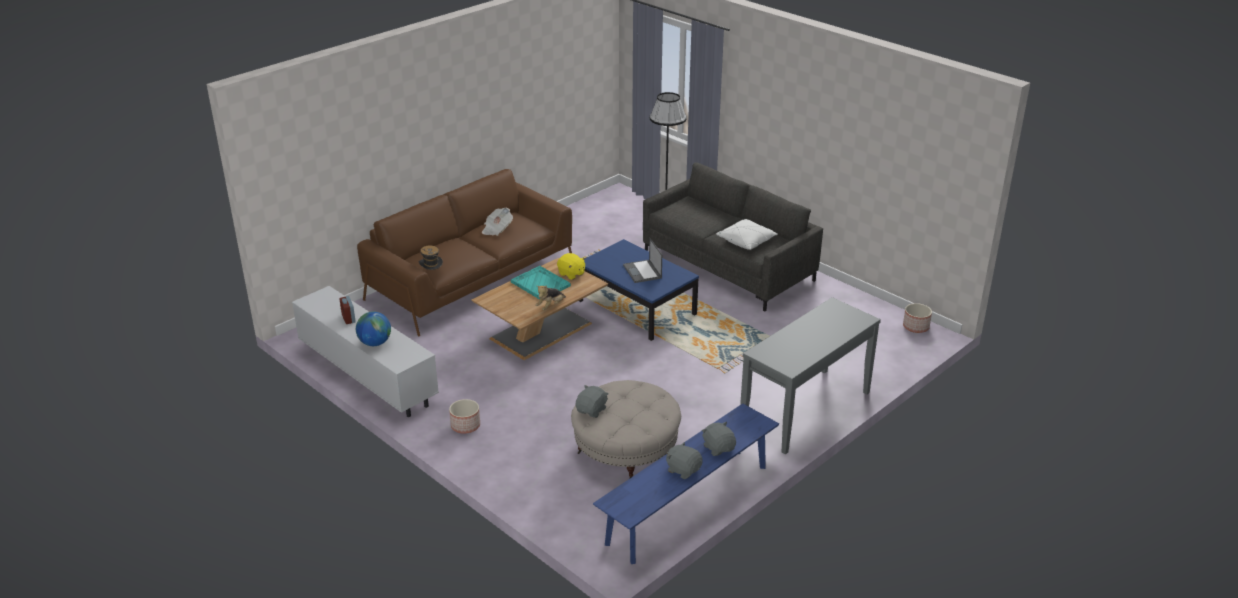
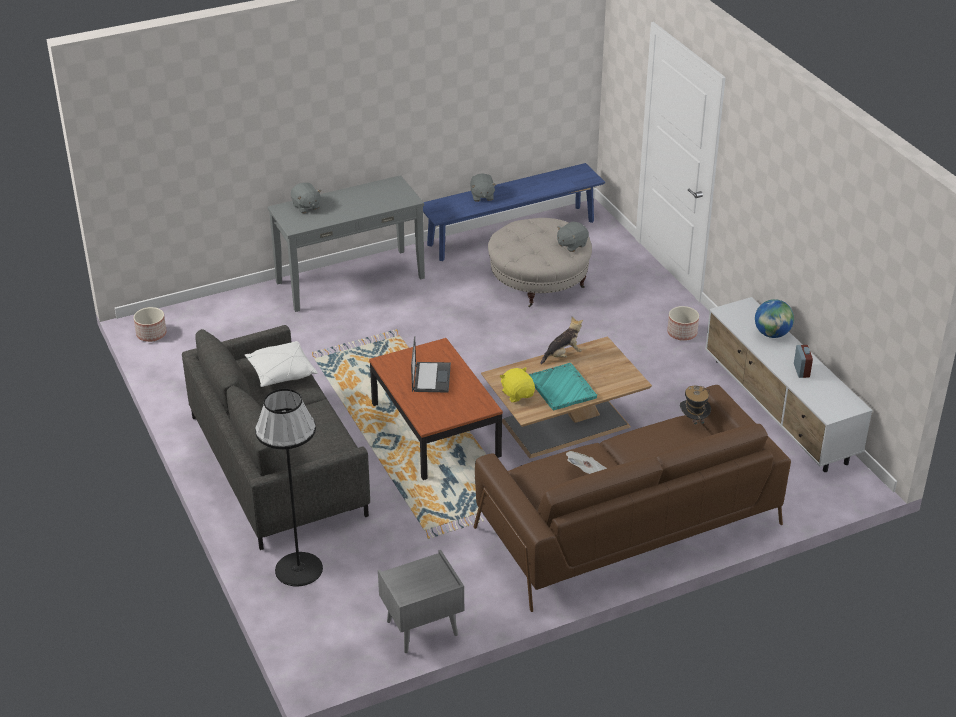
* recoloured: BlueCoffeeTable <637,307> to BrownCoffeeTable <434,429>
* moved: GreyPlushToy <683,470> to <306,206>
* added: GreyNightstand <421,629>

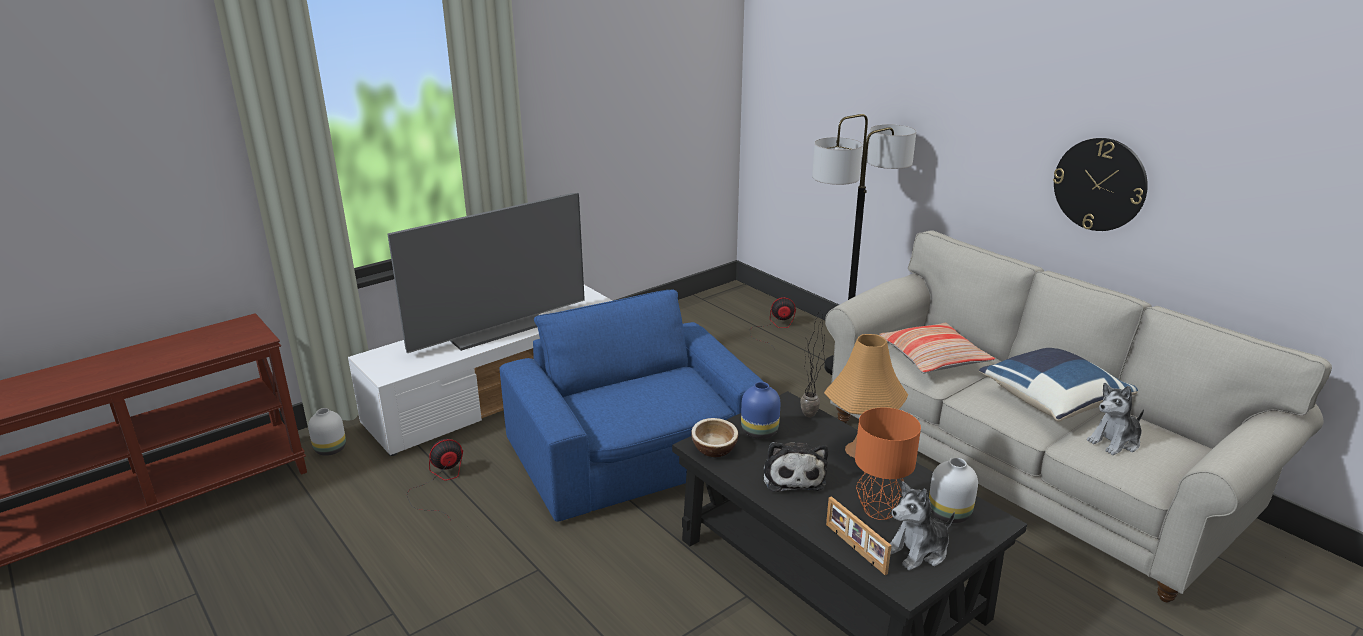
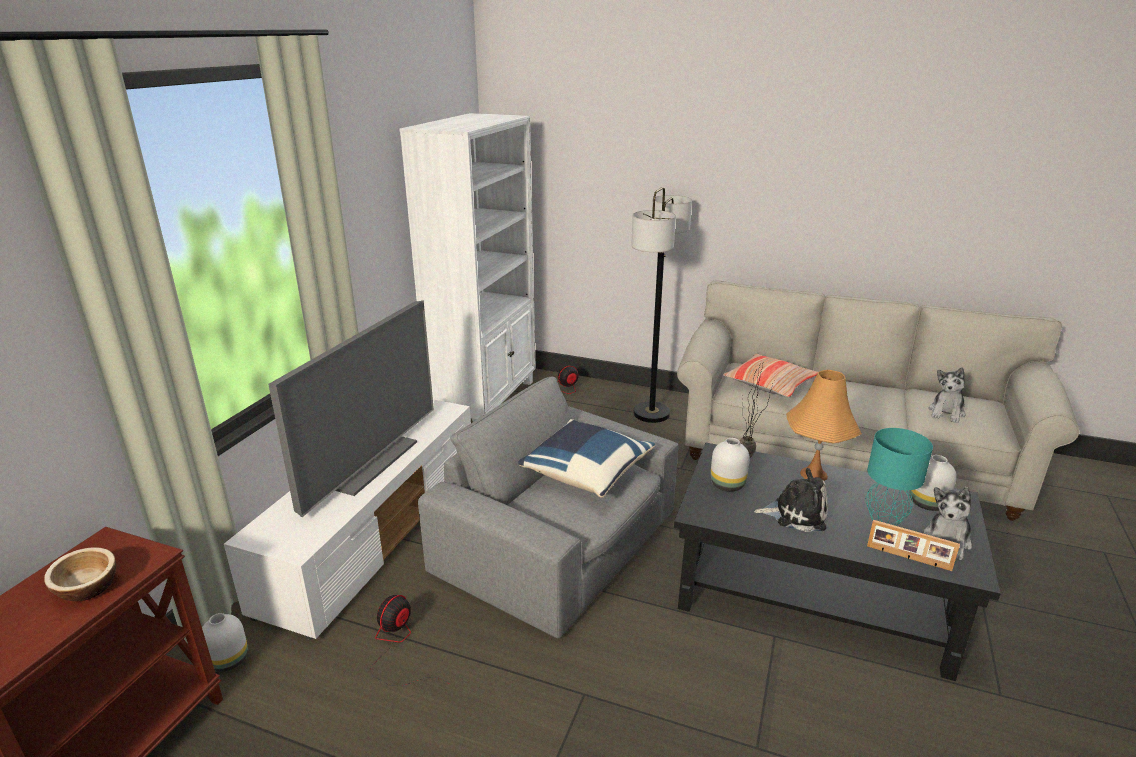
* removed: WallClock <1099,184>
* recoloured: BlueArmchair <635,452> to GreyArmchair <559,543>
* moved: BluePillow <1052,400> to <586,473>
* recoloured: BlueVase <759,431> to WhiteVase <726,484>
* recoloured: OrangeTableLamp <879,509> to TurquoiseTableLamp <884,518>
* moved: Bowl <714,449> to <87,588>
* turned: PlushToy <793,475> = <795,513> 45 degrees counterclockwise
* added: WhiteBookcase <486,401>

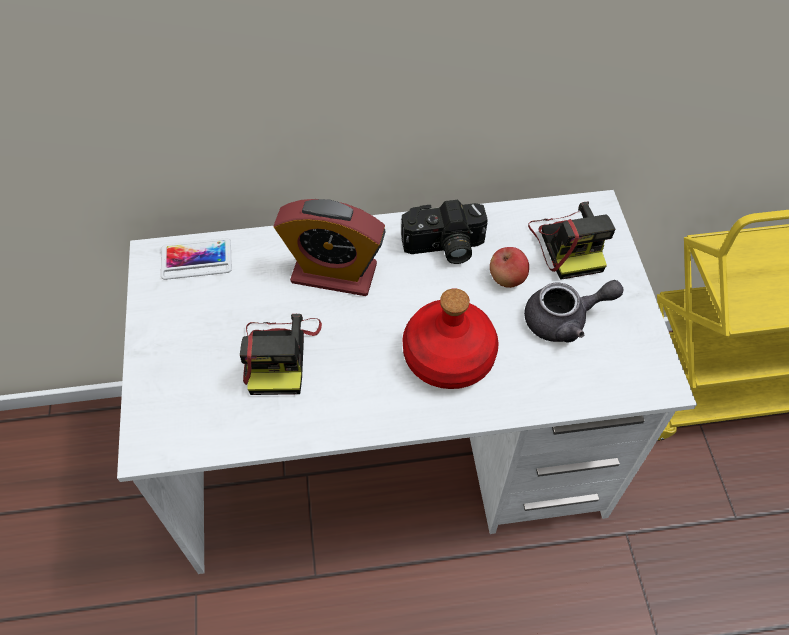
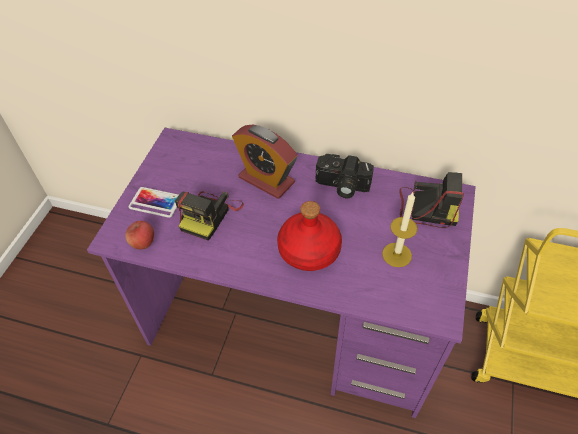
* recoloured: WhiteDesk <394,458> to PurpleDesk <292,324>
* turned: PhotoCamera <568,243> = <425,209> 90 degrees counterclockwise
* moved: Phone <196,259> to <155,202>
* moved: Apple <507,278> to <143,243>
* replaced: GreyTeapot <564,320> to Candle <396,255>

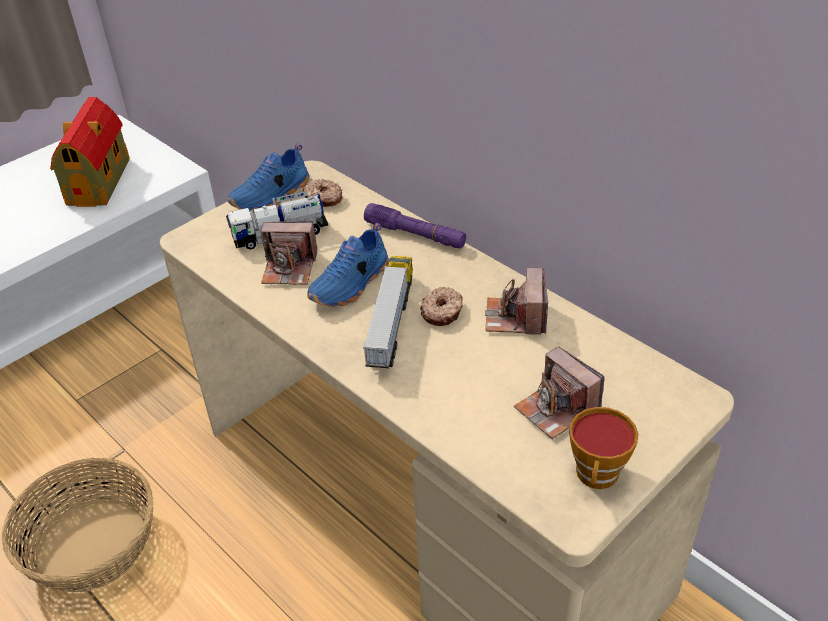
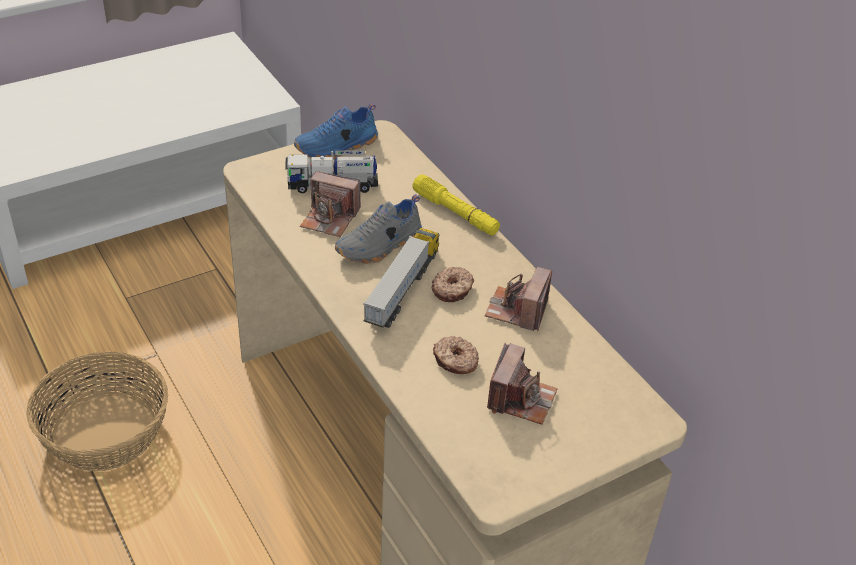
* removed: ToyHouse <100,180>
* moved: Donut <323,199> to <455,361>
* recoloured: PurpleFlashlight <415,235> to YellowFlashlight <455,213>
* recoloured: BlueShoe <351,285> to GreyShoe <380,246>
* turned: PhotoCamera <556,409> = <520,399> 135 degrees counterclockwise
* removed: Cup <597,477>

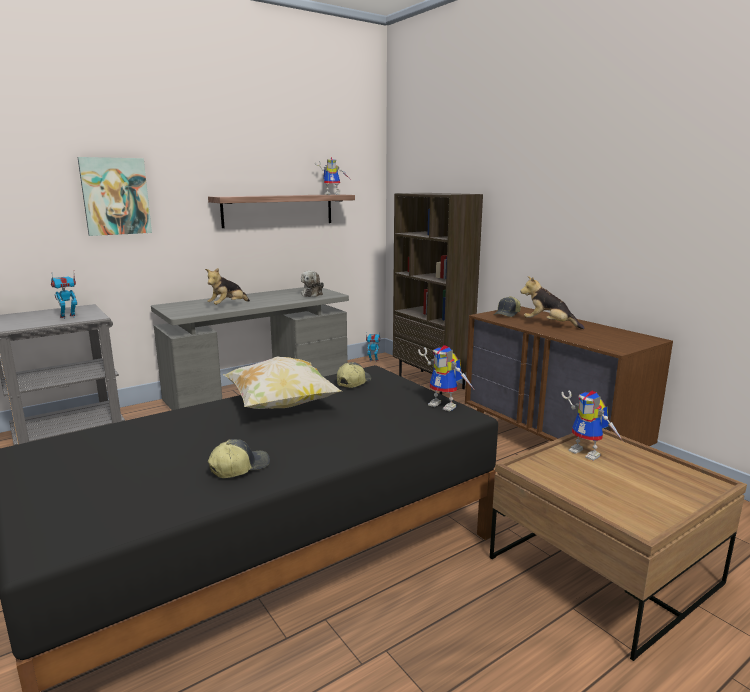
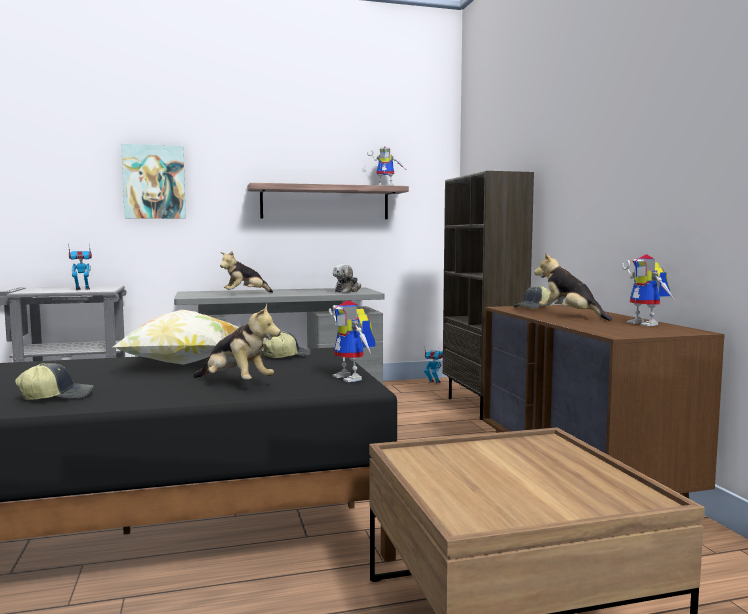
* moved: ToyRobot <588,453> to <648,324>
* added: PlushToy <235,384>

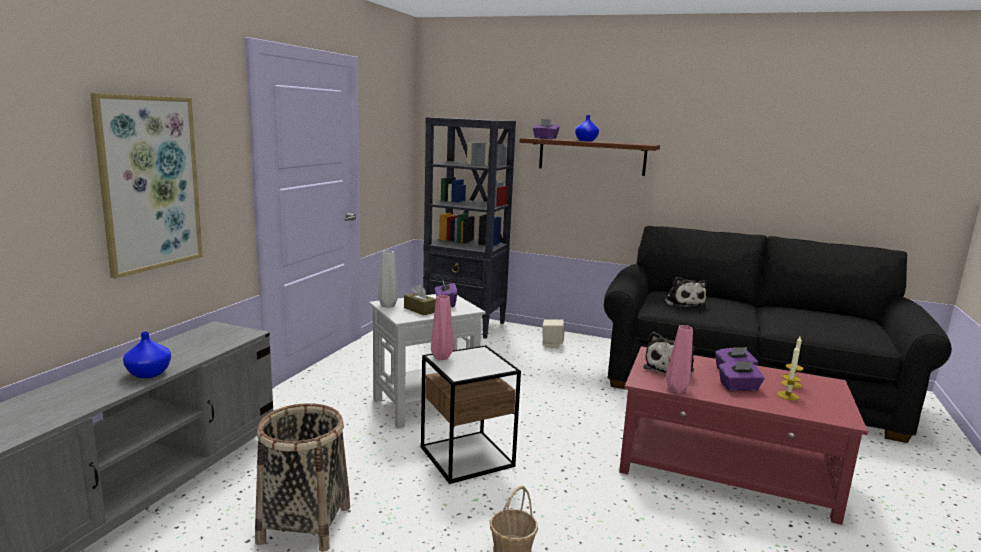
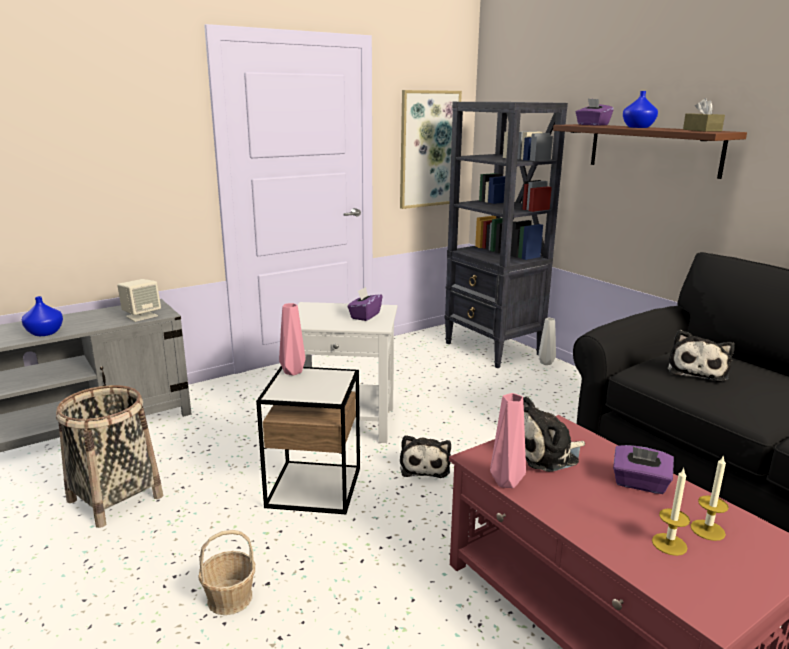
* moved: Picture <149,183> to <429,149>
* moved: GreyVase <389,305> to <546,363>
* moved: BrownTissueBox <420,310> to <702,130>
* moved: BeigeSpeaker <552,344> to <141,316>
* removed: PurpleTissueBox <739,387>
* added: PlushToy <425,466>

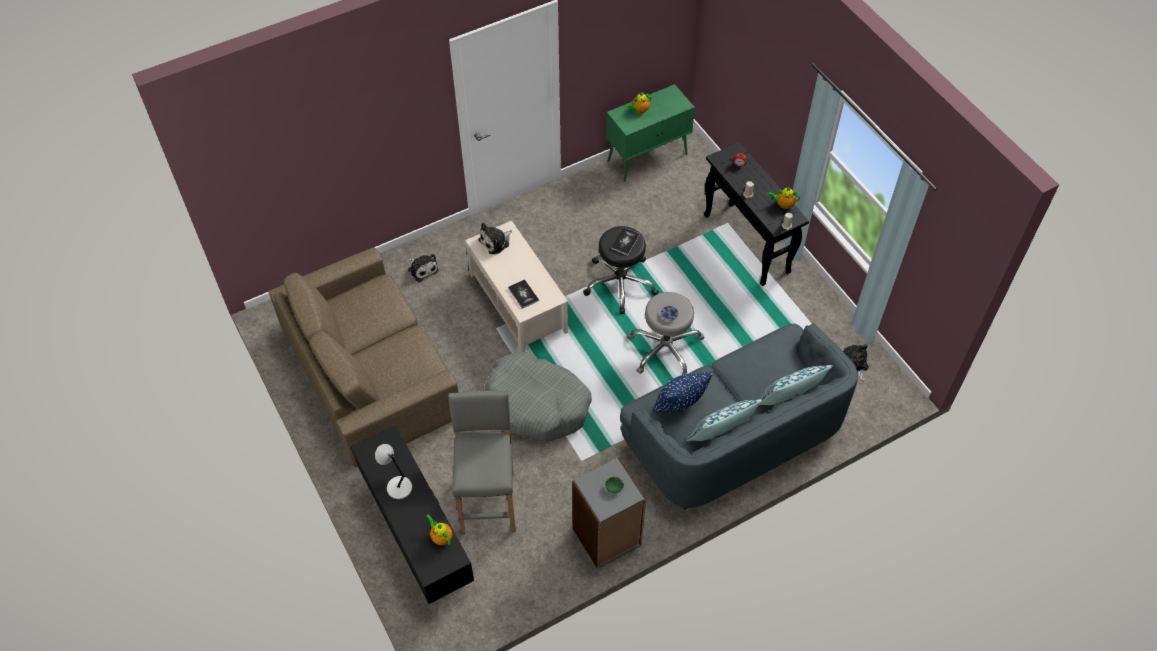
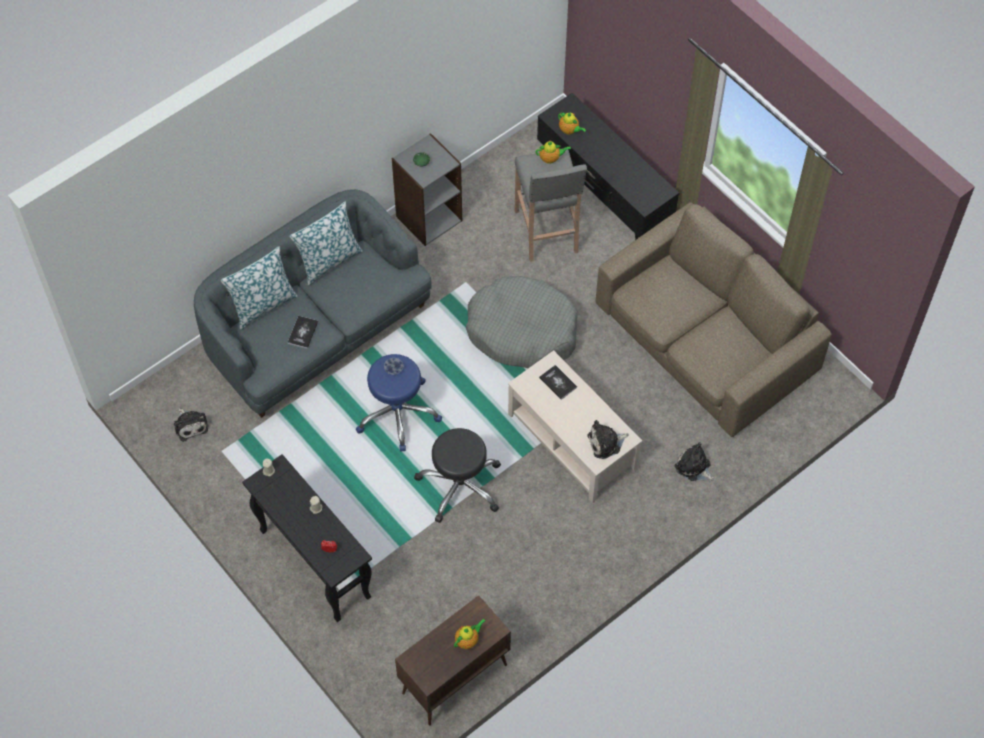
* recoloured: GreenCabinet <648,157> to BrownCabinet <454,680>
* moved: Teapot <783,204> to <551,158>
* turned: PlushToy <496,242> = <606,443> 150 degrees counterclockwise
* moved: Book <625,242> to <303,332>
* recoloured: GreyStool <665,348> to BlueStool <398,412>
* removed: BluePillow <679,404>
* removed: GreyTableLamp <398,487>

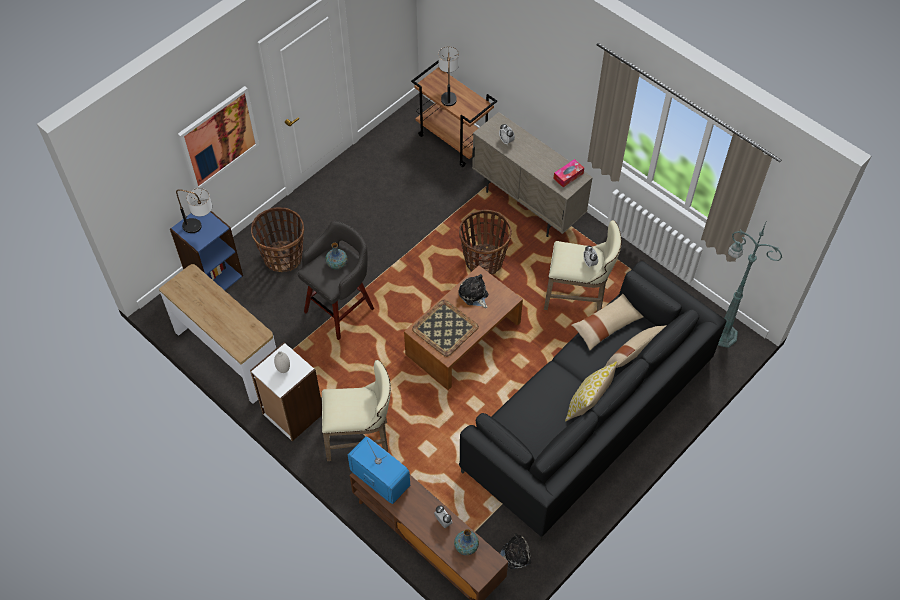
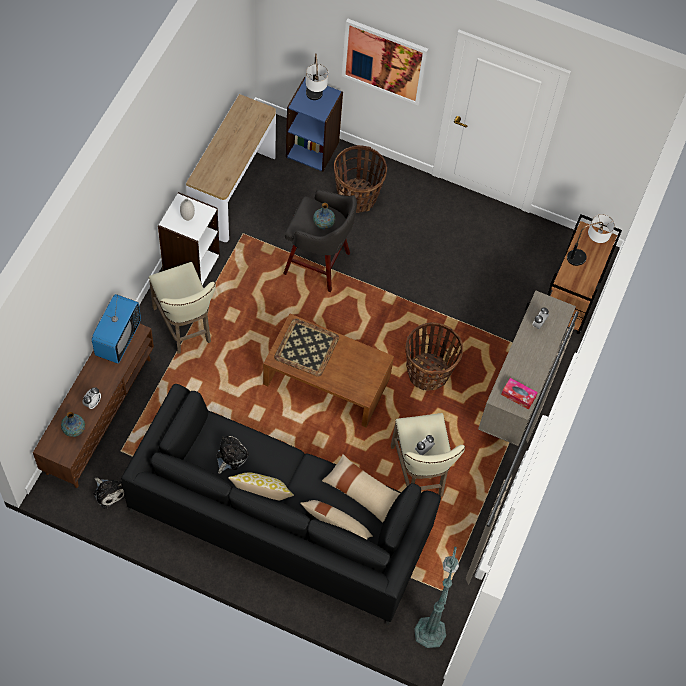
* moved: PlushToy <474,295> to <230,456>

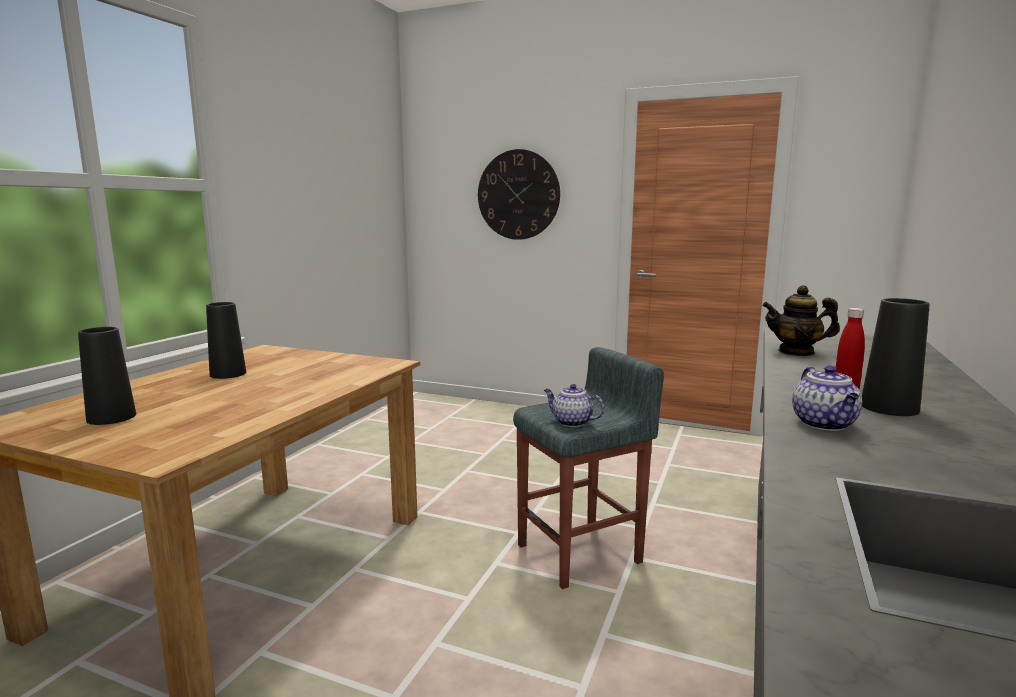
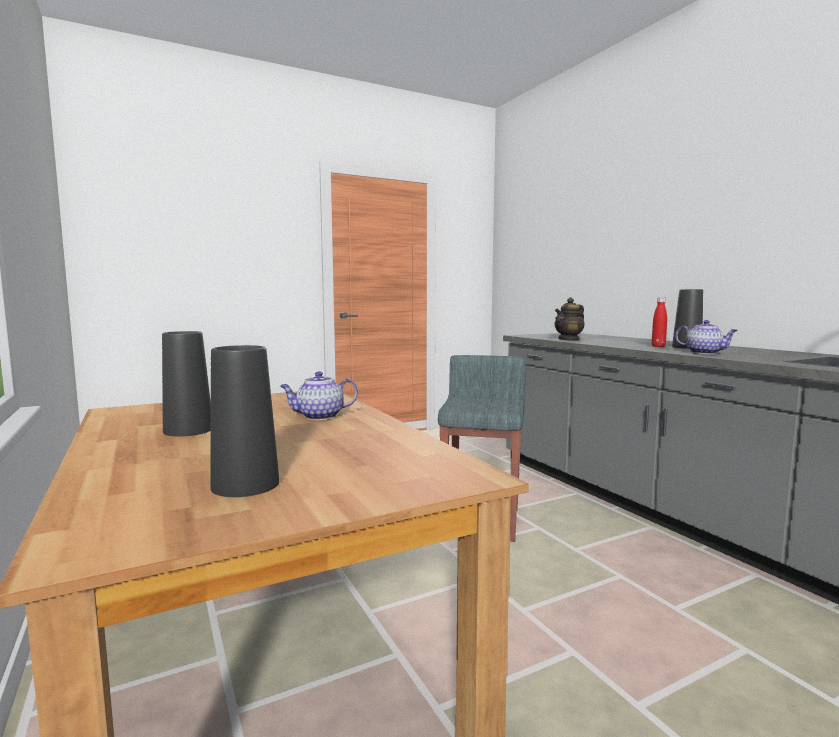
* removed: WallClock <518,195>
* moved: Teapot <571,422> to <319,416>

